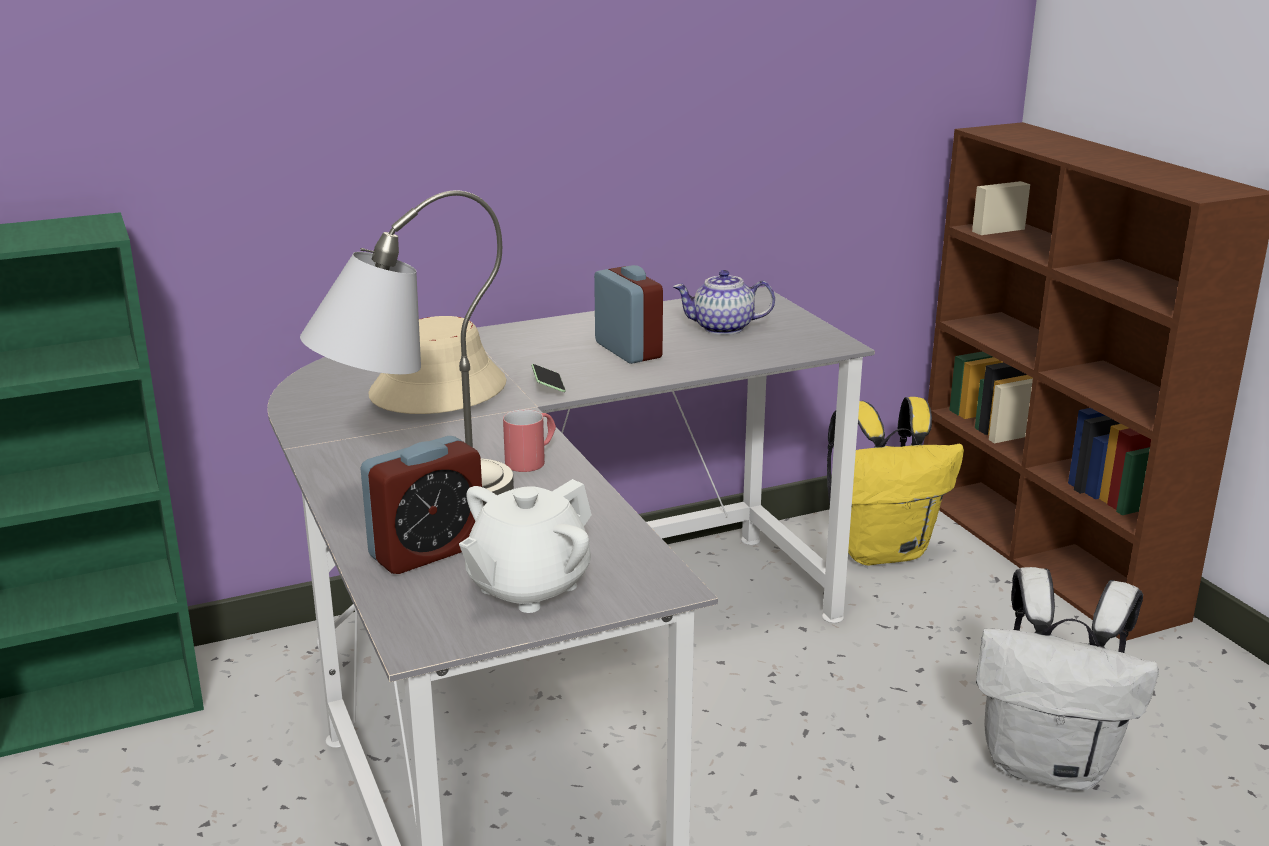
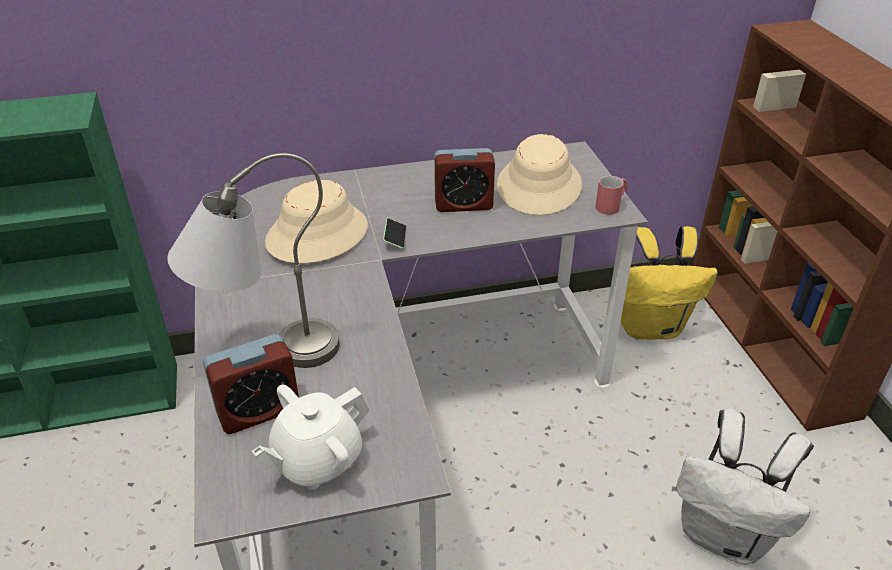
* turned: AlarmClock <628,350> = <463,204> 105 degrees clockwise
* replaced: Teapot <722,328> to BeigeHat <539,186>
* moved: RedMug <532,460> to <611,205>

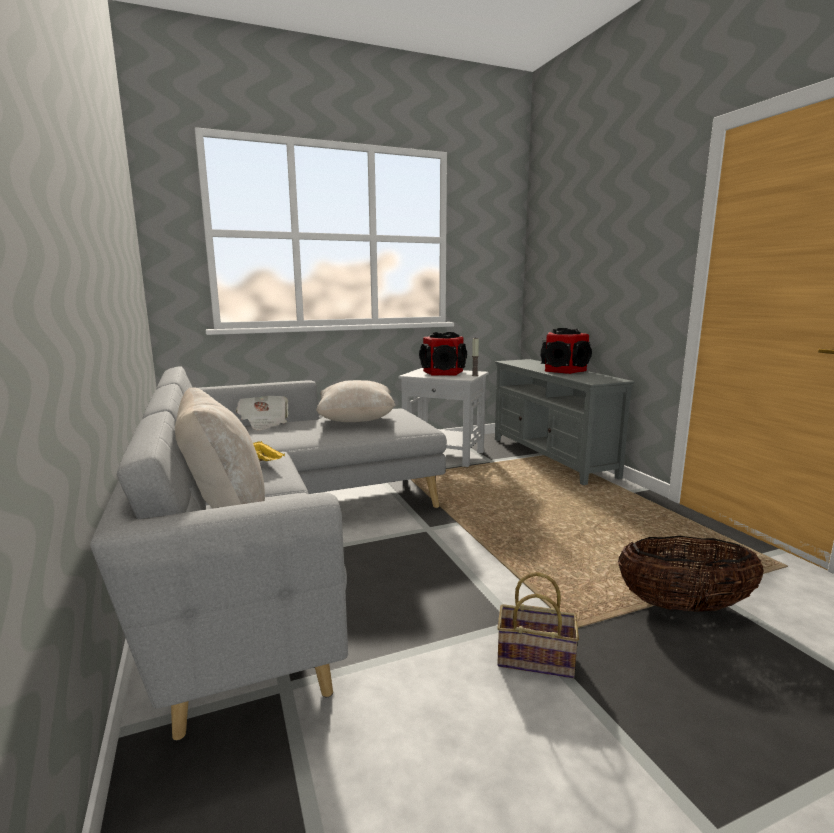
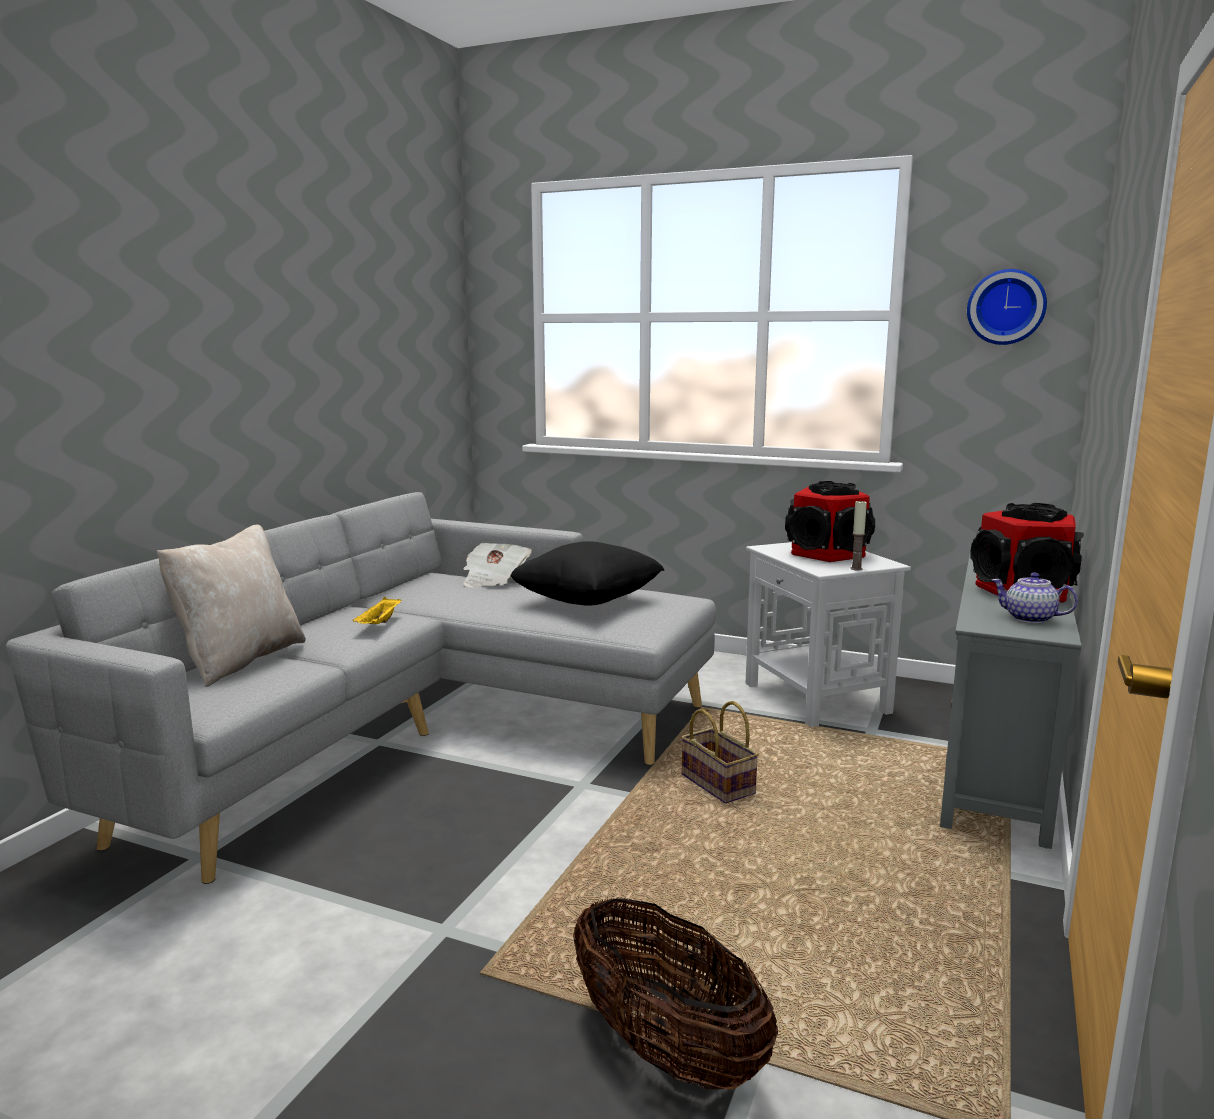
* recoloured: BeigePillow <356,421> to BlackPillow <587,602>
* moved: Basket <537,658> to <720,785>
* added: WallClock <1006,307>
* added: Teapot <1029,618>

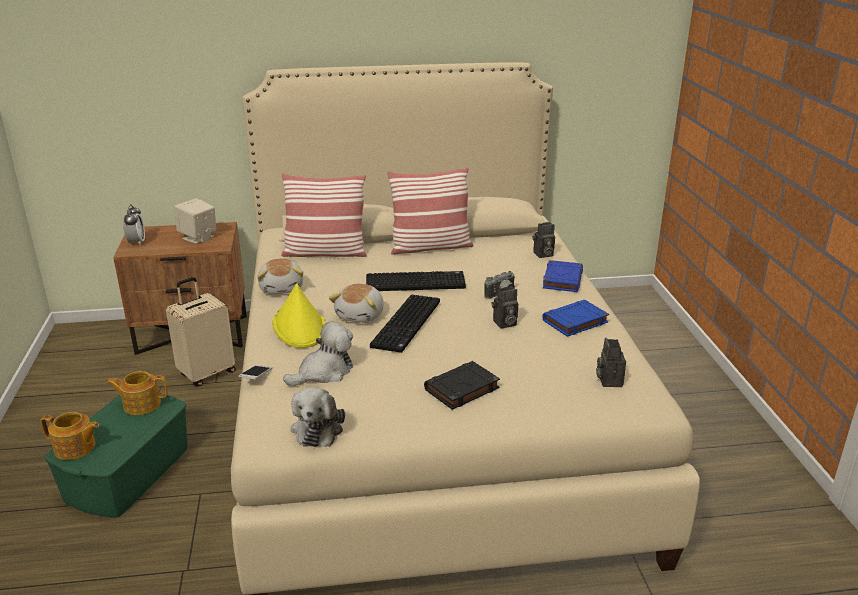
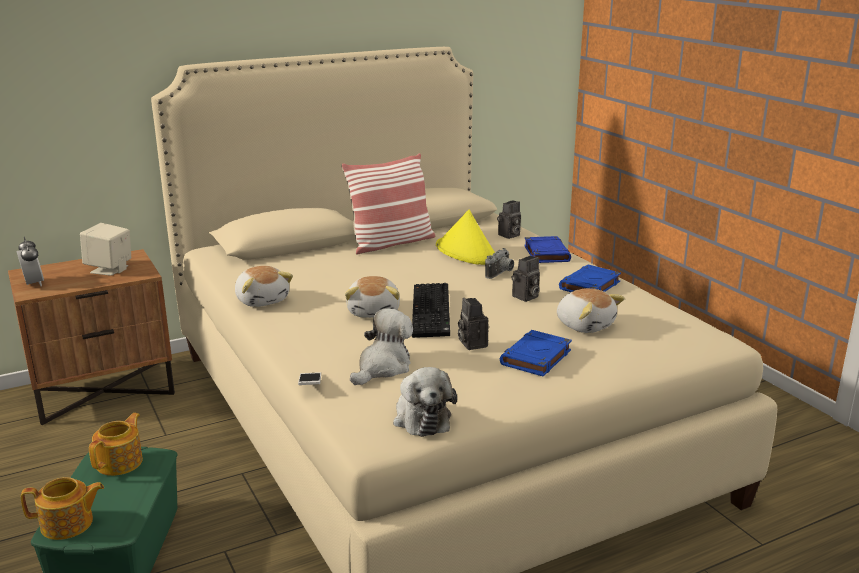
* removed: Pillow <325,253>
* removed: Keyboard <416,282>
* removed: BeigeSuitcase <206,373>
* moved: YellowHat <299,327> to <467,252>
* moved: PhotoCamera <608,380> to <471,343>
* recoloured: BlackBook <461,389> to BlueBook <536,358>
* turned: Teapot <141,404> = <121,462> 135 degrees clockwise
* added: PlushToy <585,325>

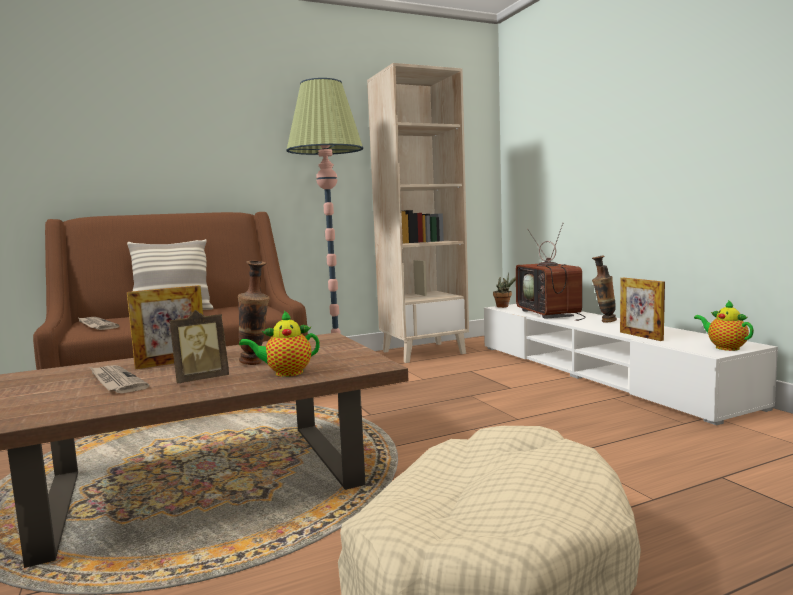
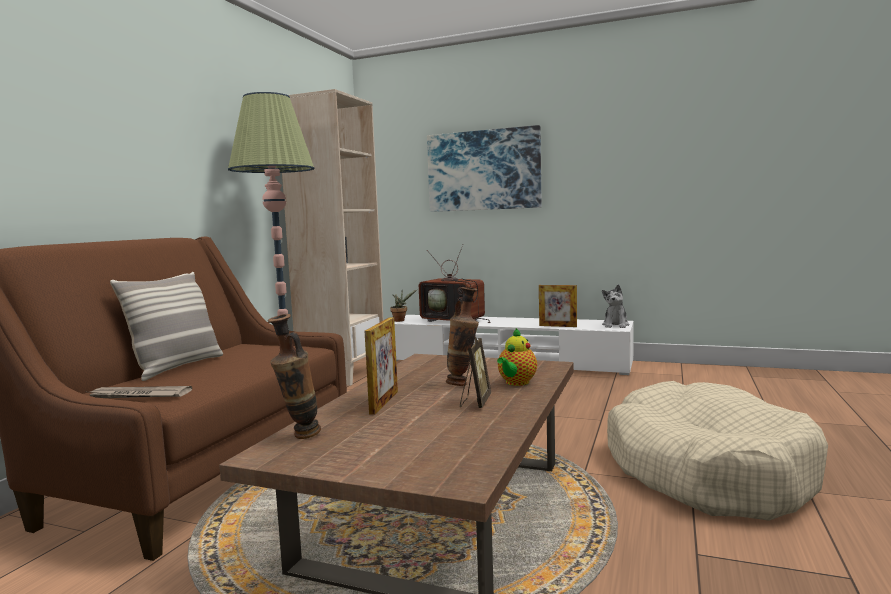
* moved: Vase <604,321> to <298,437>
* replaced: Teapot <724,347> to PlushToy <615,325>
* removed: Newspaper <116,382>
* added: Picture <483,170>

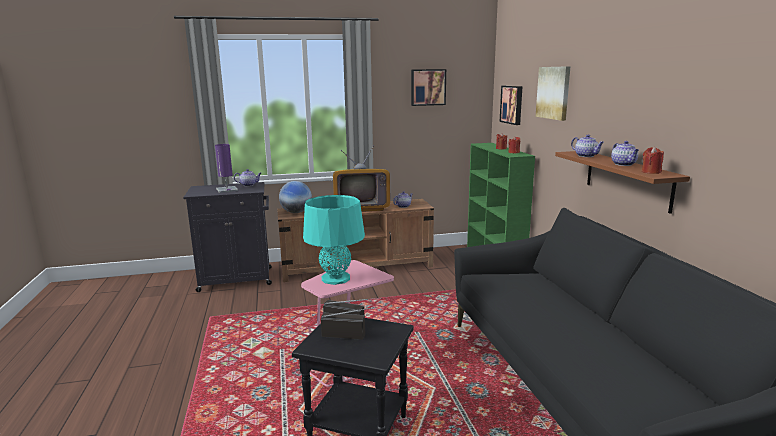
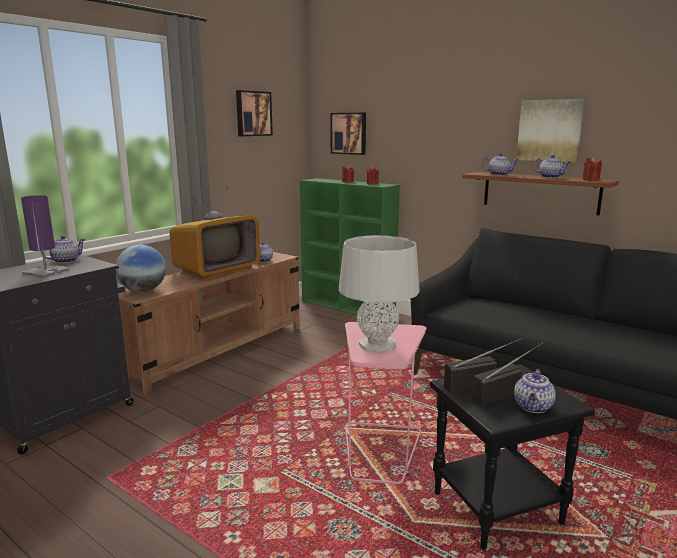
* moved: Picture <554,92> to <549,130>
* recoloured: TurquoiseTableLamp <336,278> to GreyTableLamp <377,344>
* added: Teapot <533,407>

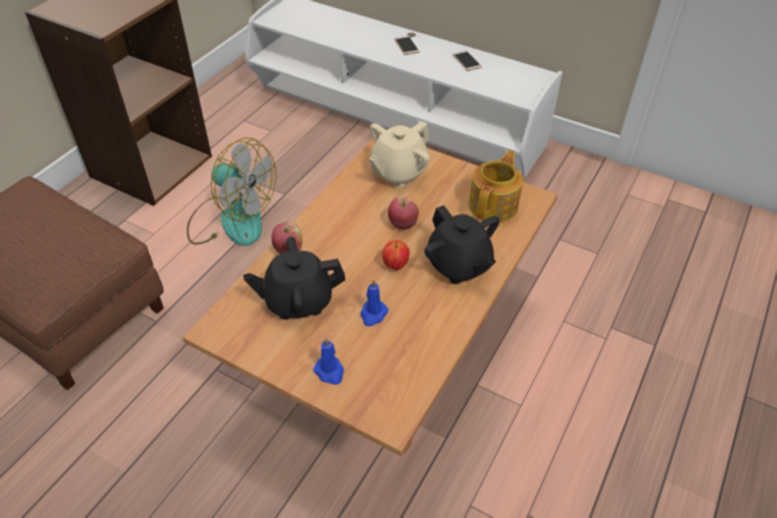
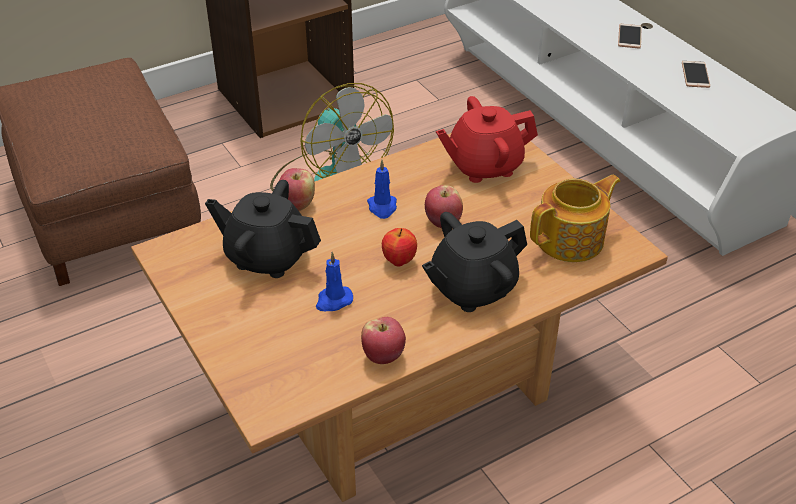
* recoloured: BeigeTeapot <398,172> to RedTeapot <484,166>
* turned: BlackTeapot <458,265> = <472,288> 60 degrees clockwise
* moved: BlueCandle <330,372> to <382,207>
* added: Apple <383,356>

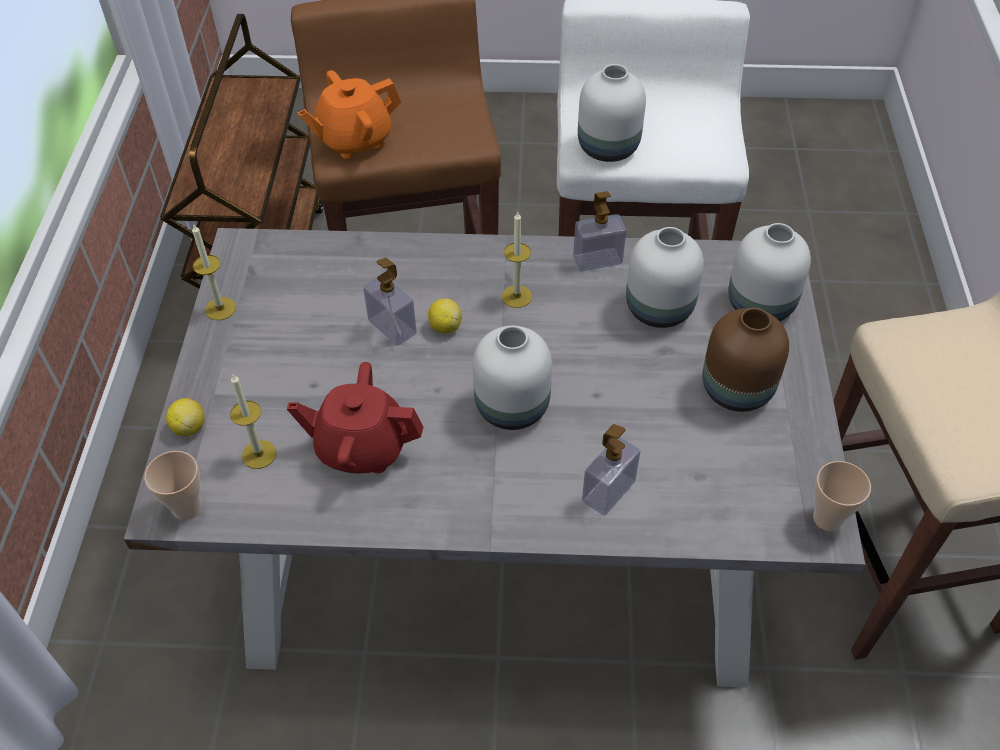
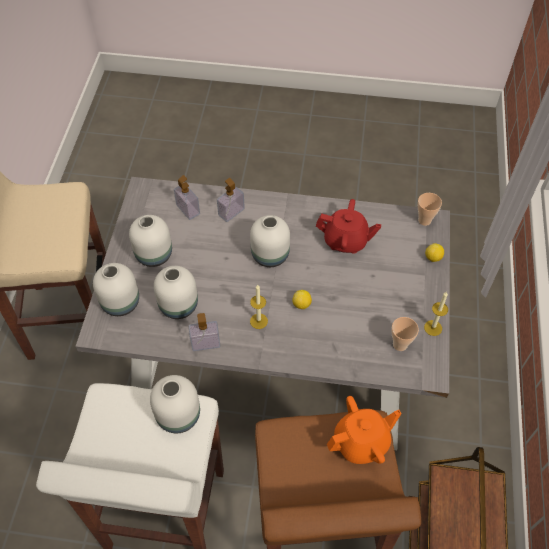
* moved: SoapDispenser <392,327> to <188,209>
* recoloured: BrownVase <737,388> to WhiteVase <153,255>
* removed: Candle <259,454>
* moved: Cup <827,518> to <400,344>

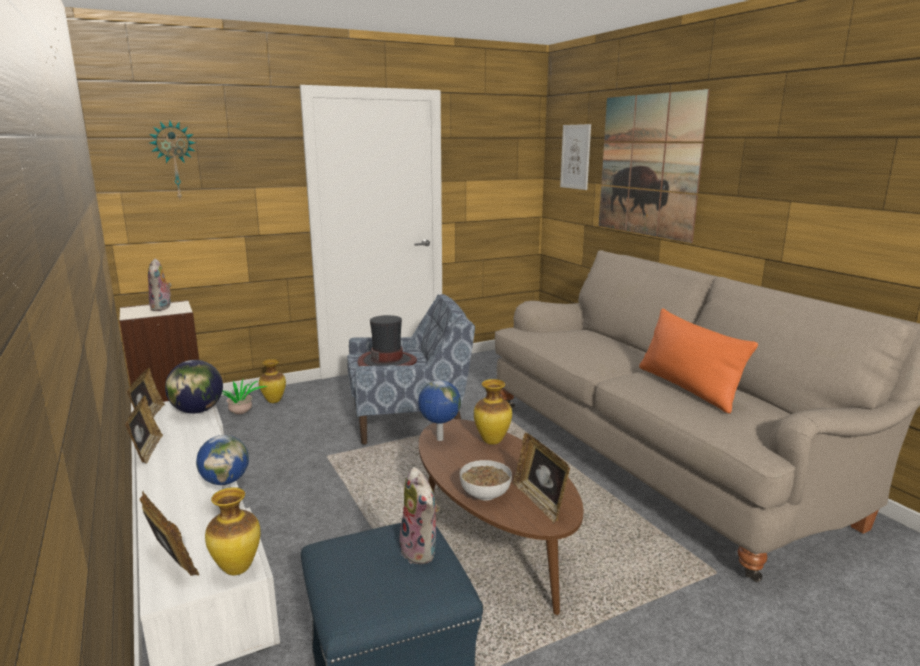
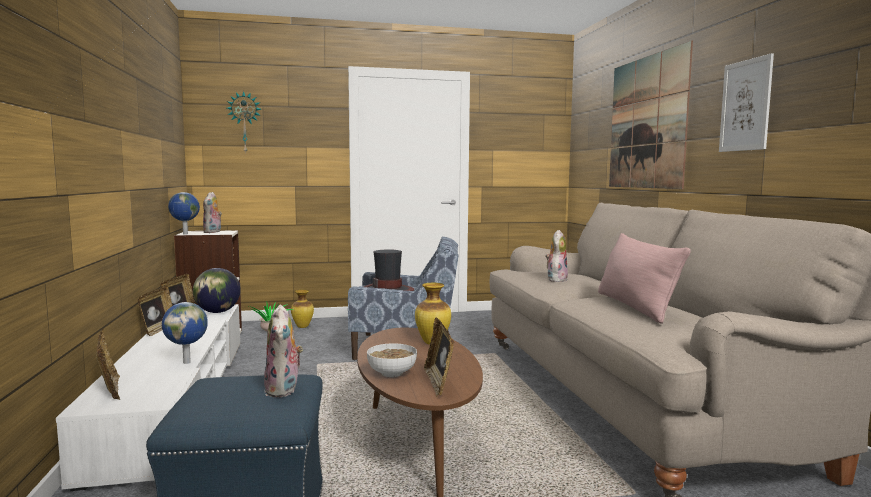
* moved: Picture <575,157> to <745,105>
* recoloured: OrangePillow <687,388> to PinkPillow <635,306>
* moved: Globe <439,439> to <184,234>
* removed: Vase <237,569>
* added: PlushToy <556,279>

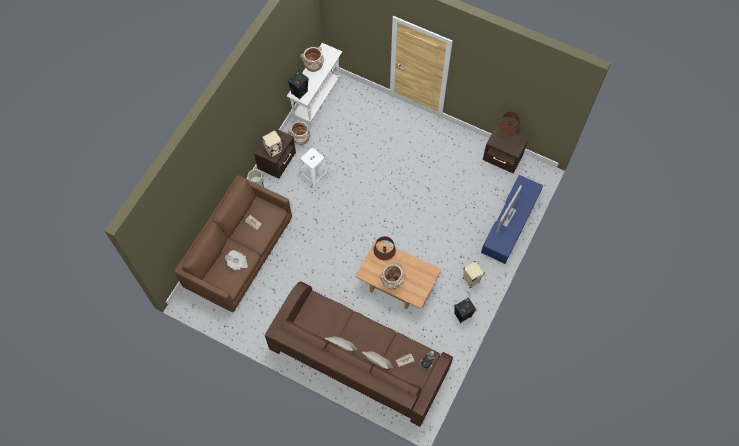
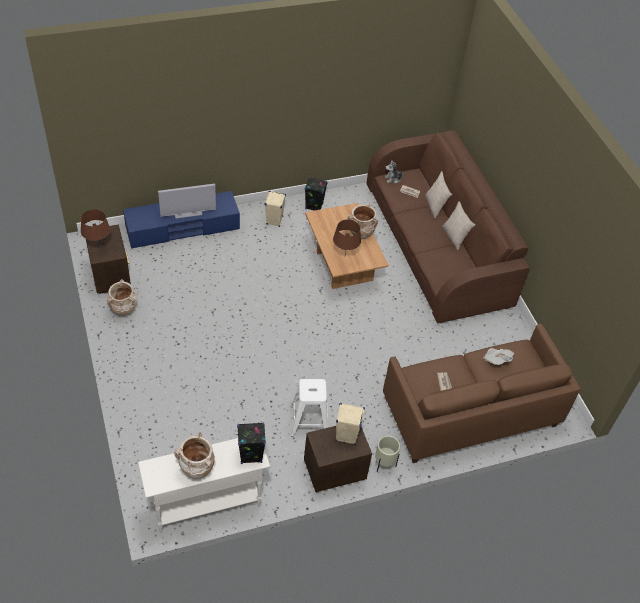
* moved: BeigeVase <300,140> to <124,312>

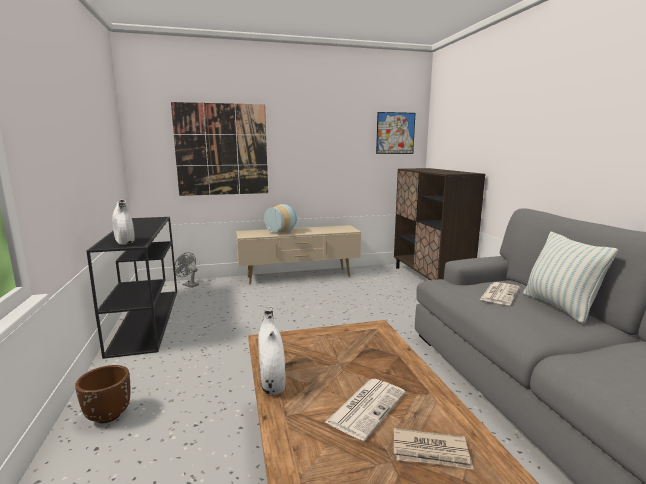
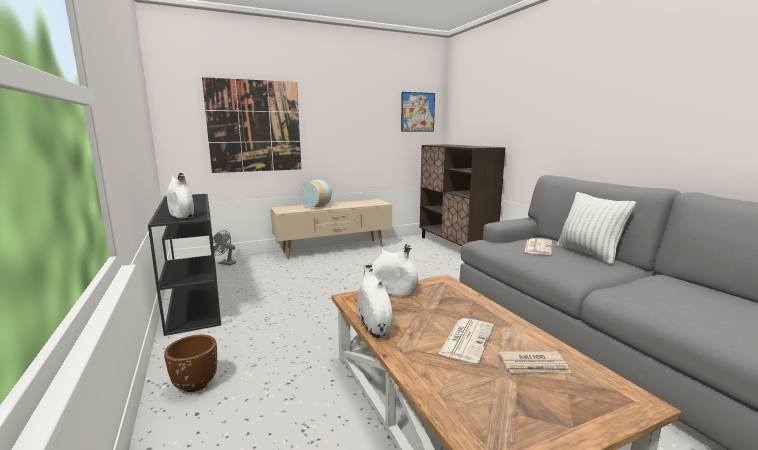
* added: WhiteVase <393,292>

